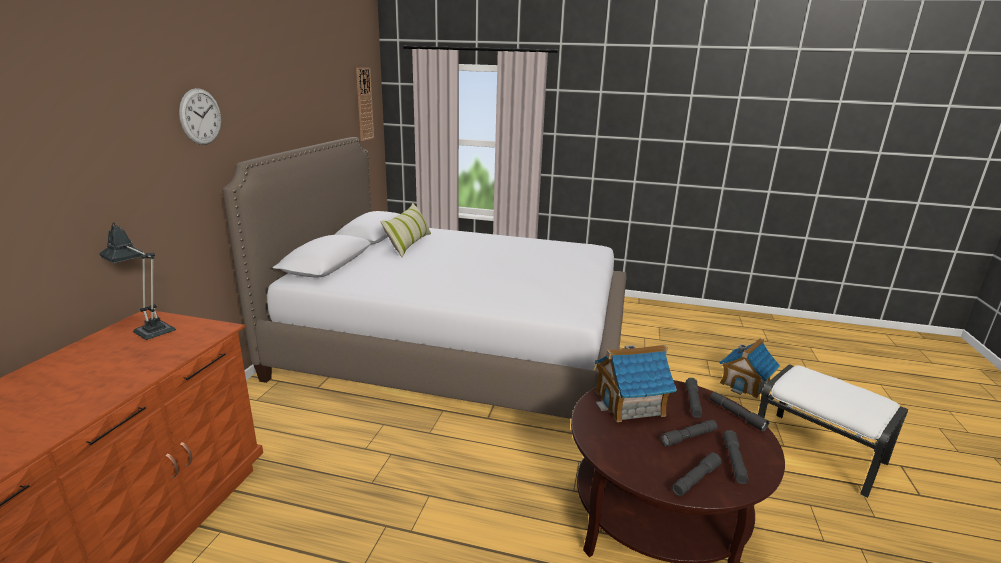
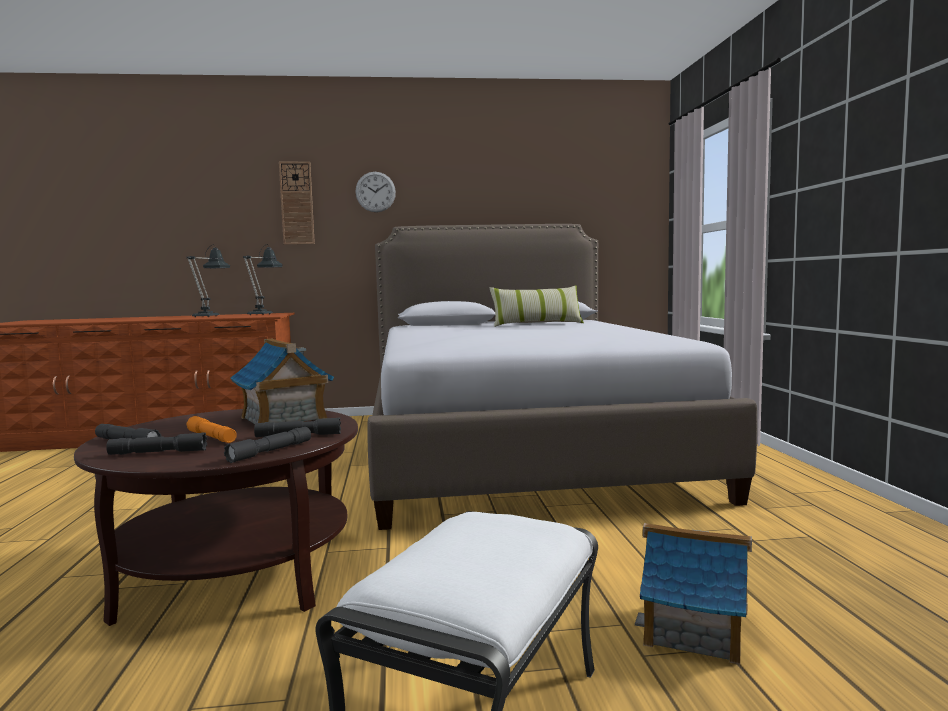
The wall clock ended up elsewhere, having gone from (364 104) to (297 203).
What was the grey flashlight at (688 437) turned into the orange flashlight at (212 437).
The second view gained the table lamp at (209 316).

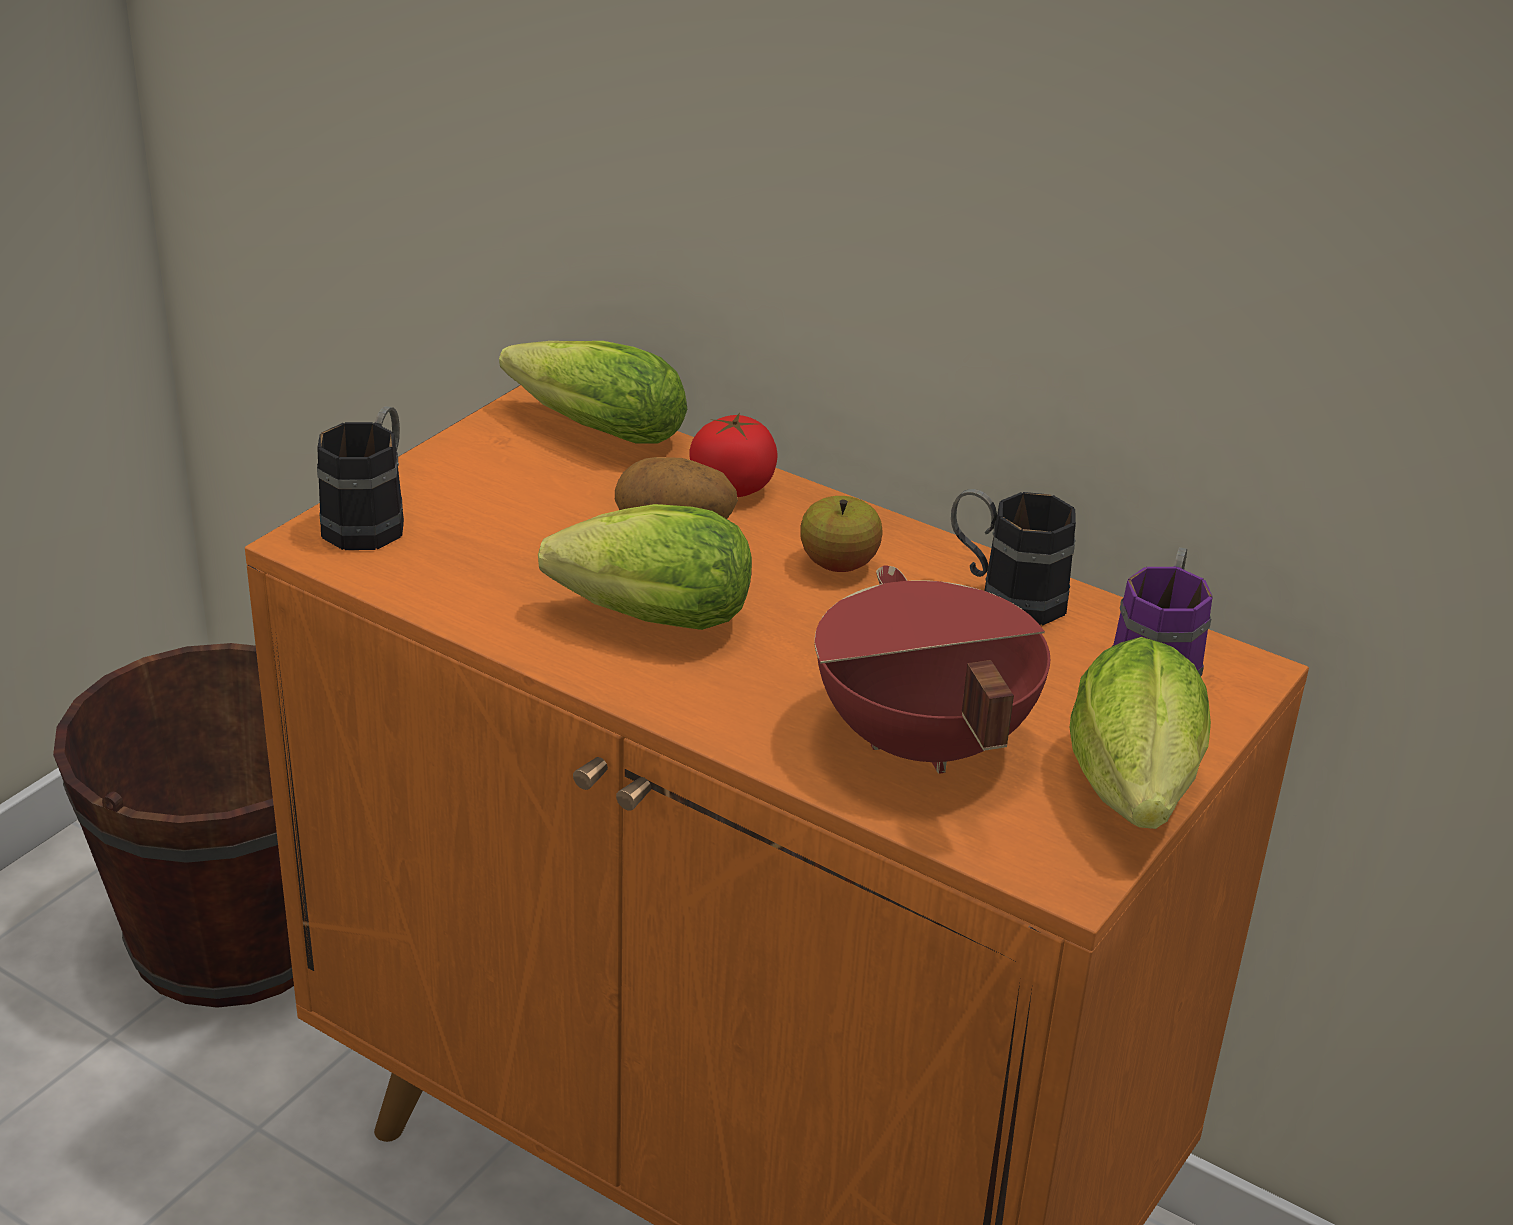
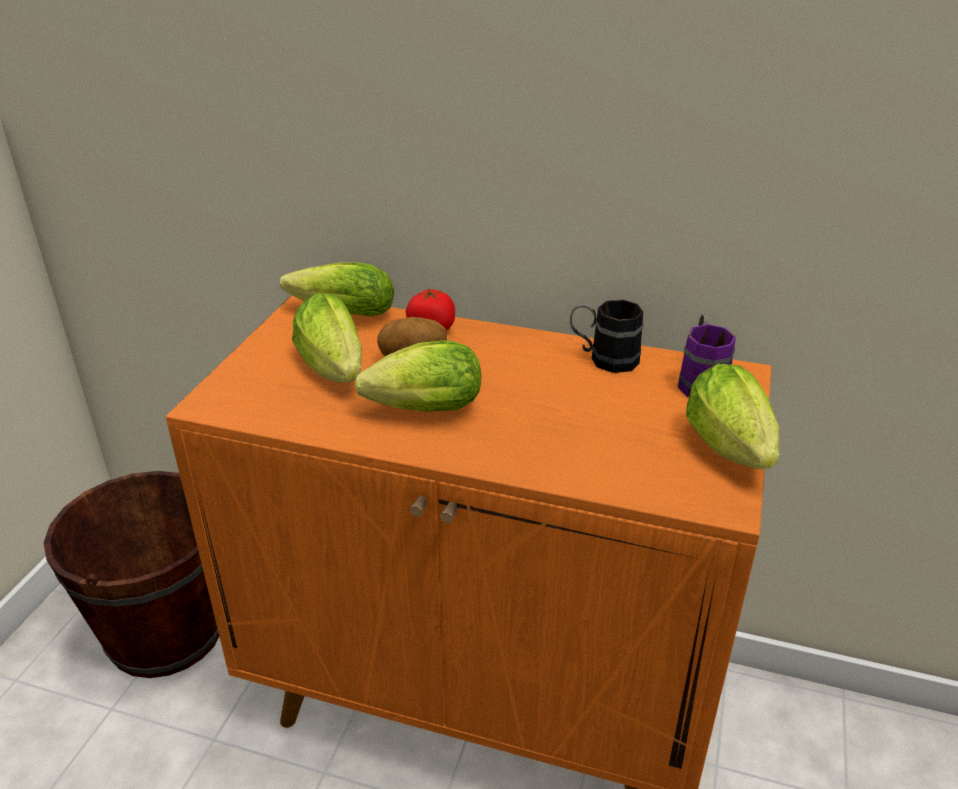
The second view lost the black mug at (372 518).
The second view lost the apple at (838 564).
The second view lost the red cooking pot at (919 742).
The second view gained the lettuce at (334 369).

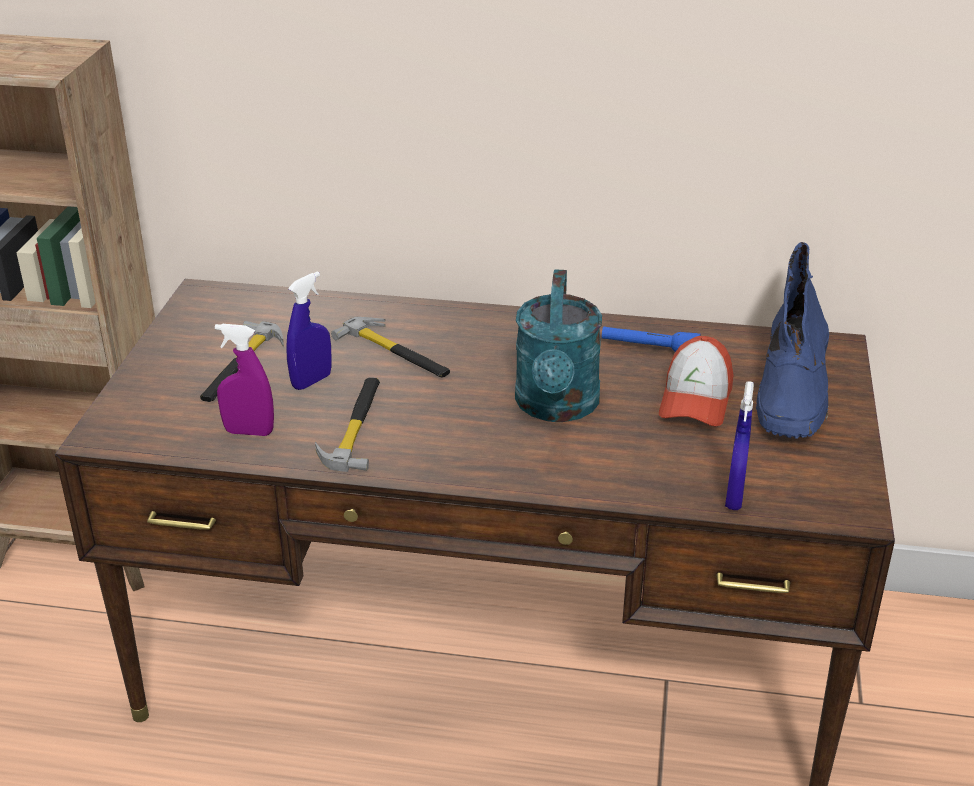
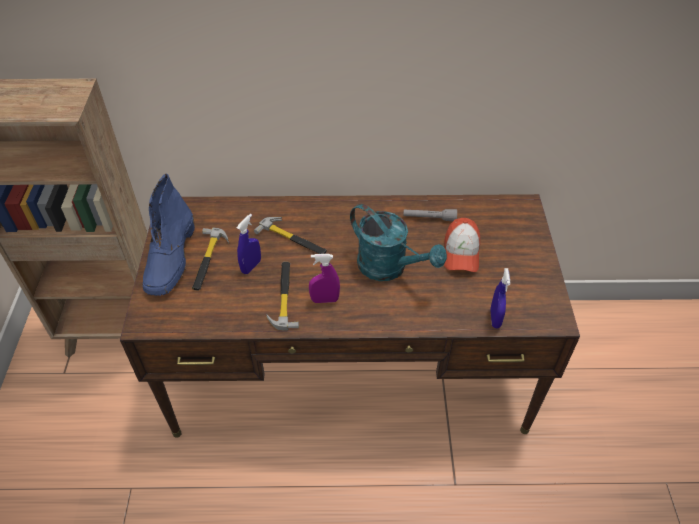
The purple spray bottle ended up elsewhere, having gone from (249 432) to (324 300).
The turquoise watering can at (557 407) ended up facing another way, 45 degrees counterclockwise from before.
What was the blue flashlight at (649 348) turned into the grey flashlight at (429 218).
The blue boot ended up elsewhere, having gone from (792 392) to (171 258).

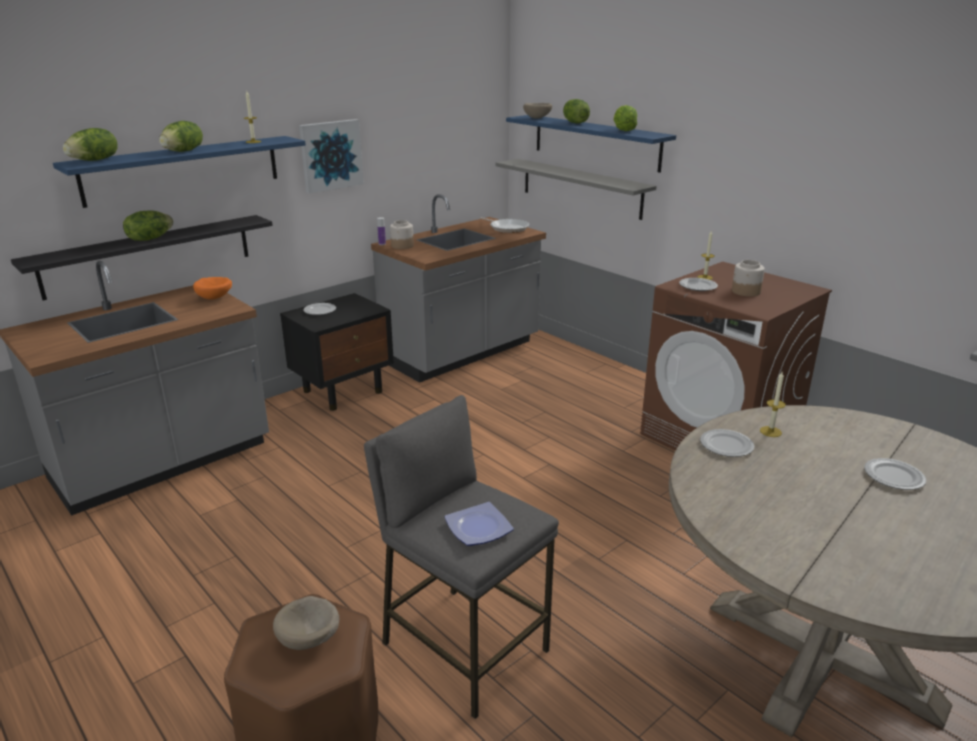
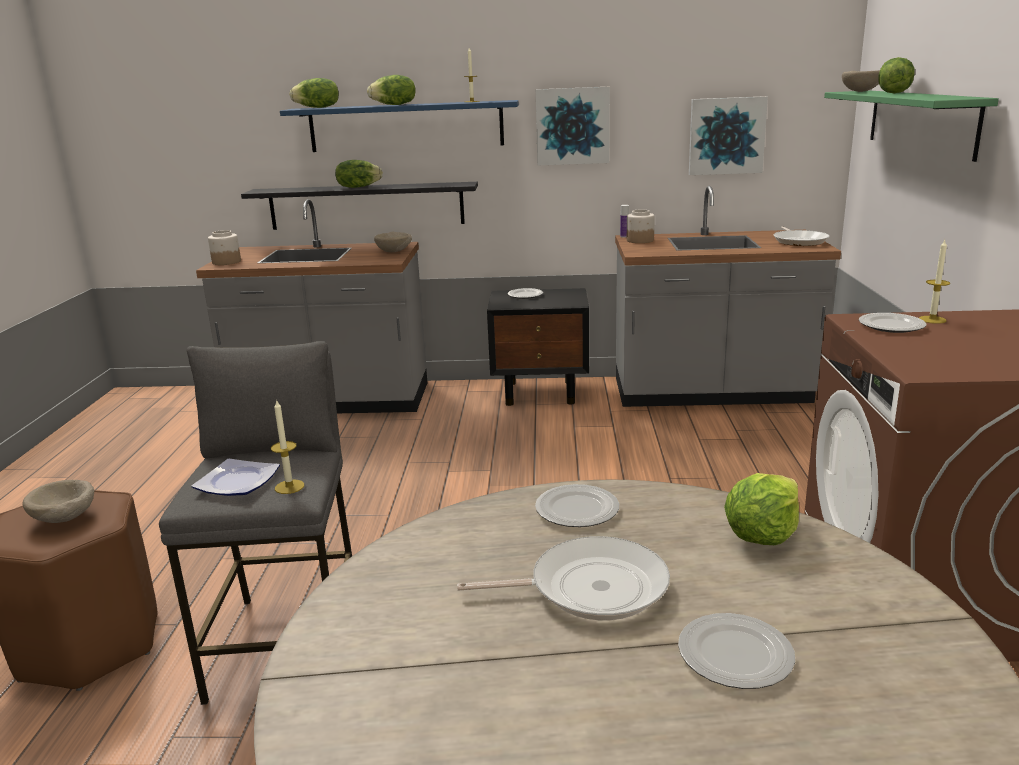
What was the orange bowl at (215 298) turned into the beige bowl at (395 252).
The second view lost the grey shelf at (581 188).
What was the blue shelf at (595 142) turned into the green shelf at (920 121).
The lettuce ended up elsewhere, having gone from (623 131) to (762 535).
The jar ended up elsewhere, having gone from (745 292) to (226 262).
The candle ended up elsewhere, having gone from (770 431) to (289 487).
The second view gained the frying pan at (590 588).
The second view gained the picture at (726 136).

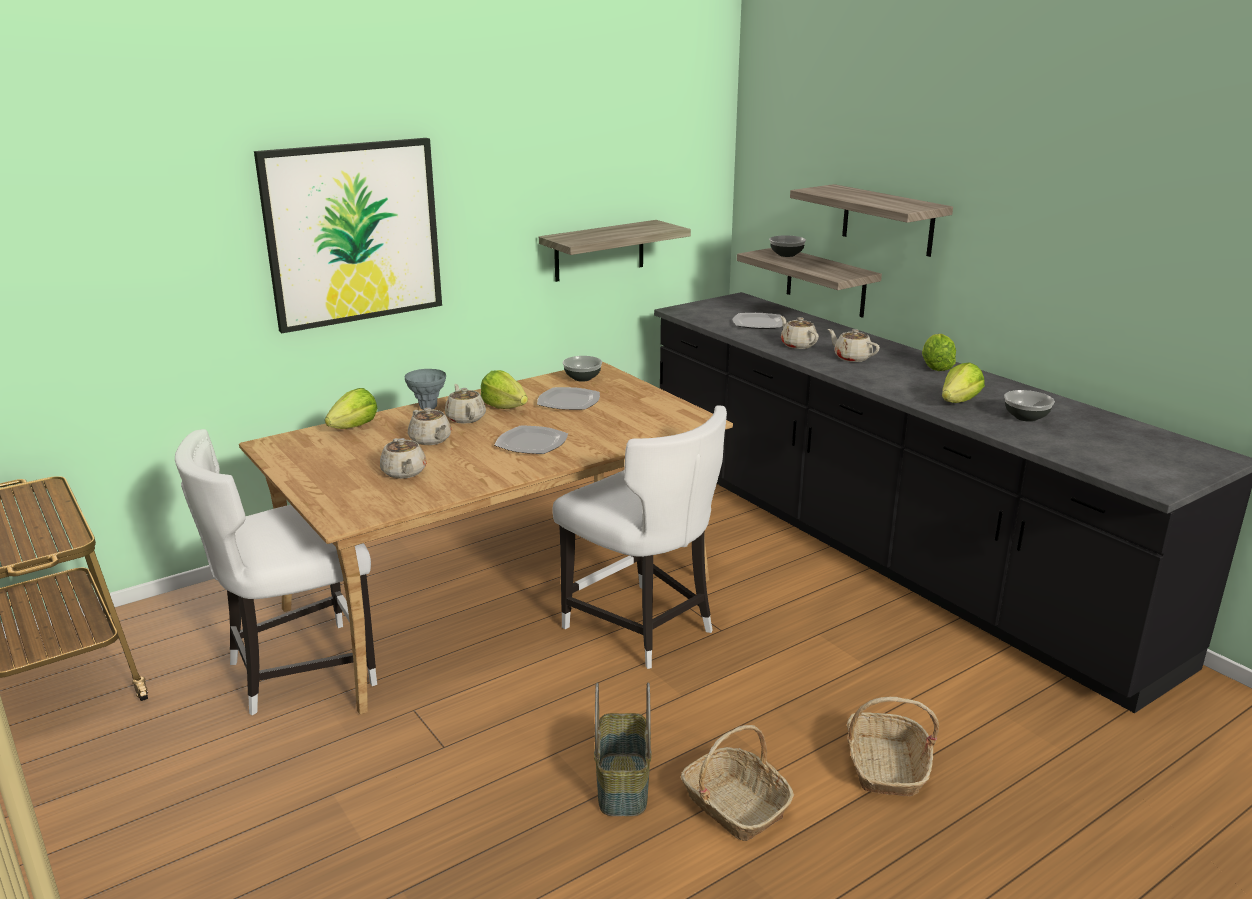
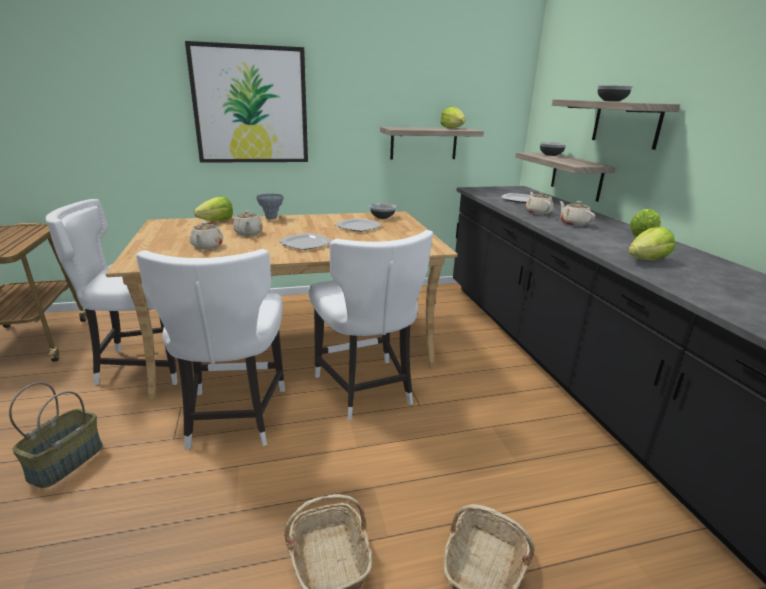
The second view lost the beige teapot at (465 418).
The lettuce ended up elsewhere, having gone from (504 407) to (452 128).
The basket ended up elsewhere, having gone from (621 784) to (66 461).
The bowl ended up elsewhere, having gone from (1025 417) to (611 101).
The second view gained the white chair at (233 418).

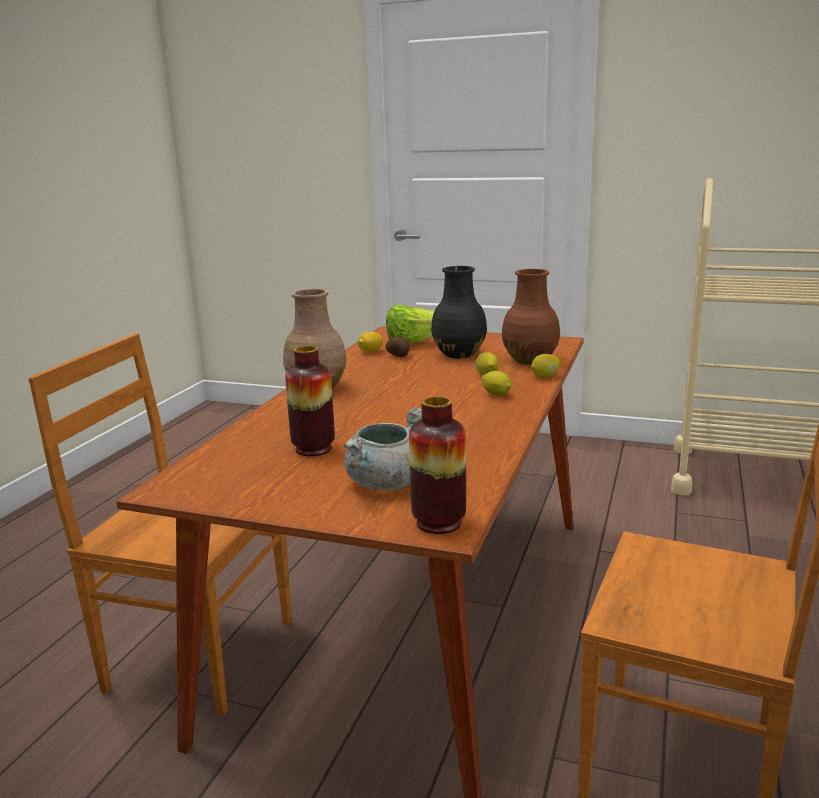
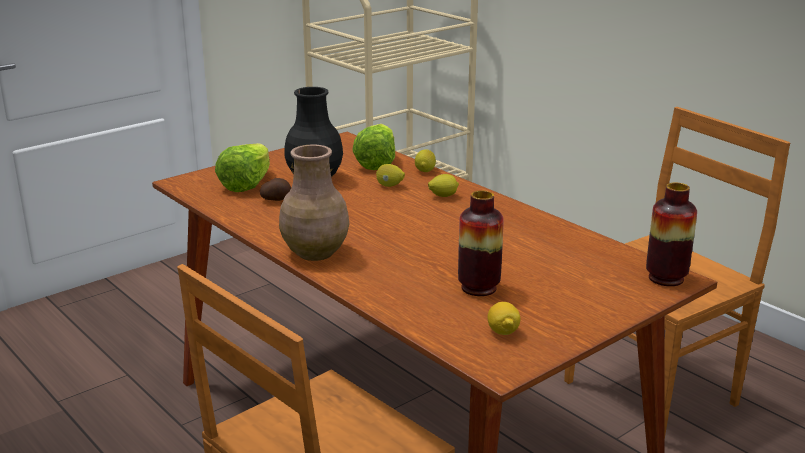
The second view lost the grey cooking pot at (384 482).
The lemon ended up elsewhere, having gone from (370 352) to (503 331).
Where the brown vase stood at (529 360), the lettuce came to stand at (376 163).

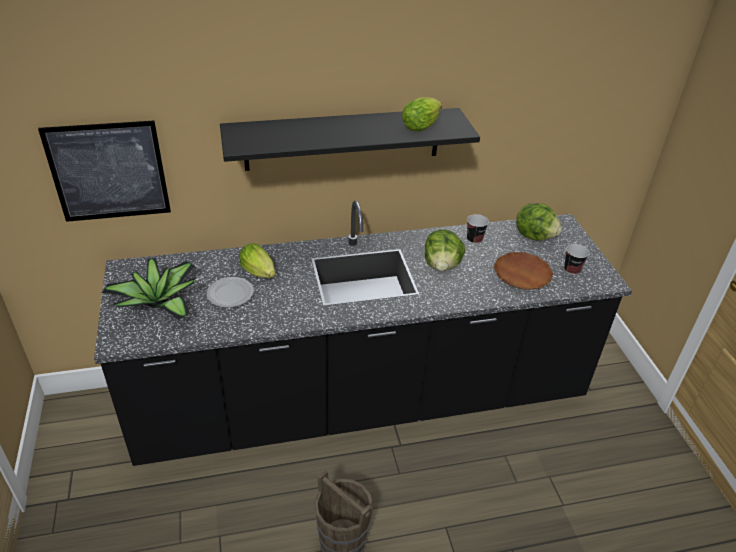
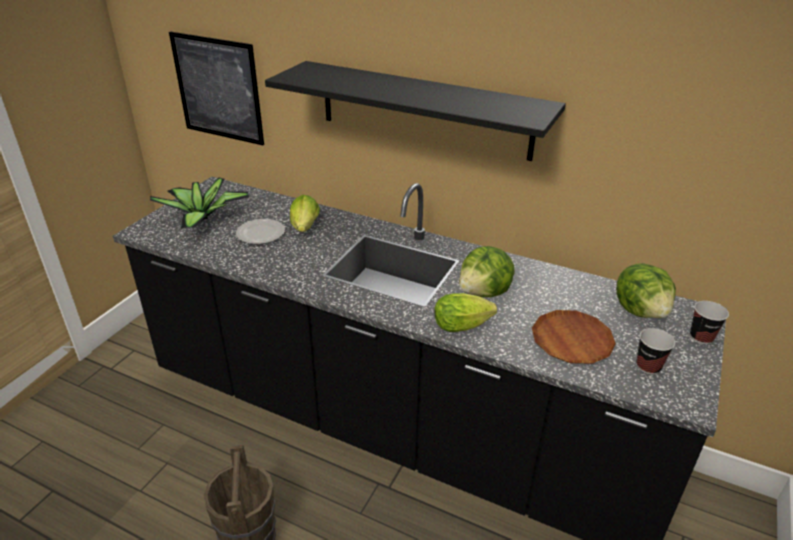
The lettuce ended up elsewhere, having gone from (422 126) to (464 326).
The cup ended up elsewhere, having gone from (474 239) to (701 337).

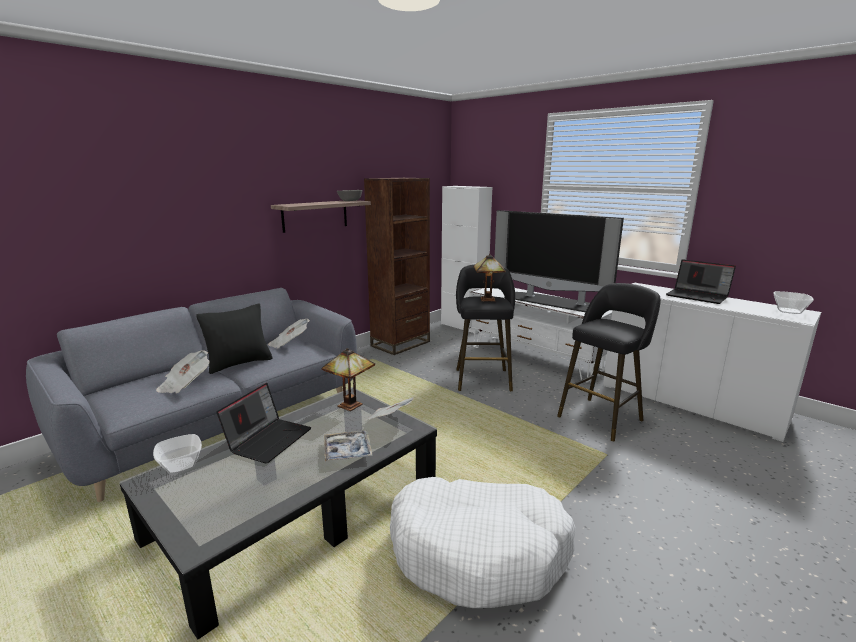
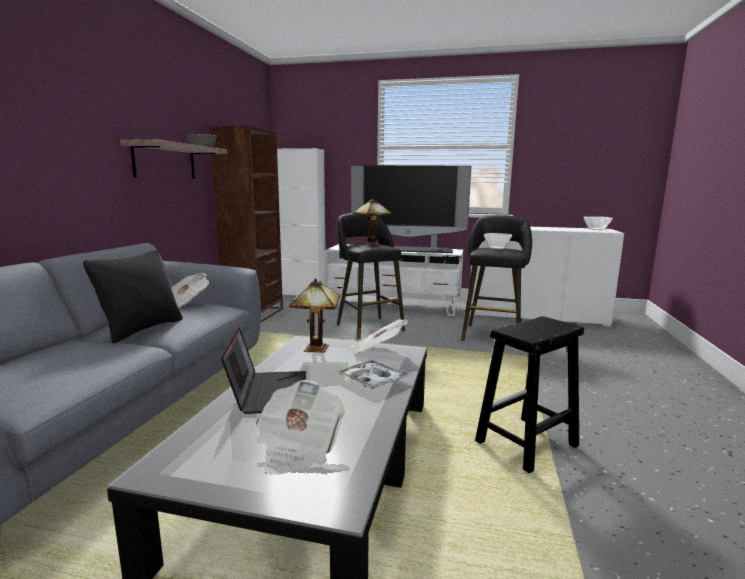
The bowl ended up elsewhere, having gone from (180 466) to (497 248).
The newspaper ended up elsewhere, having gone from (185 385) to (298 448).
Where the white dog bed stood at (479 551), the black stool came to stand at (526 444).
The second view lost the laptop at (698 296).

